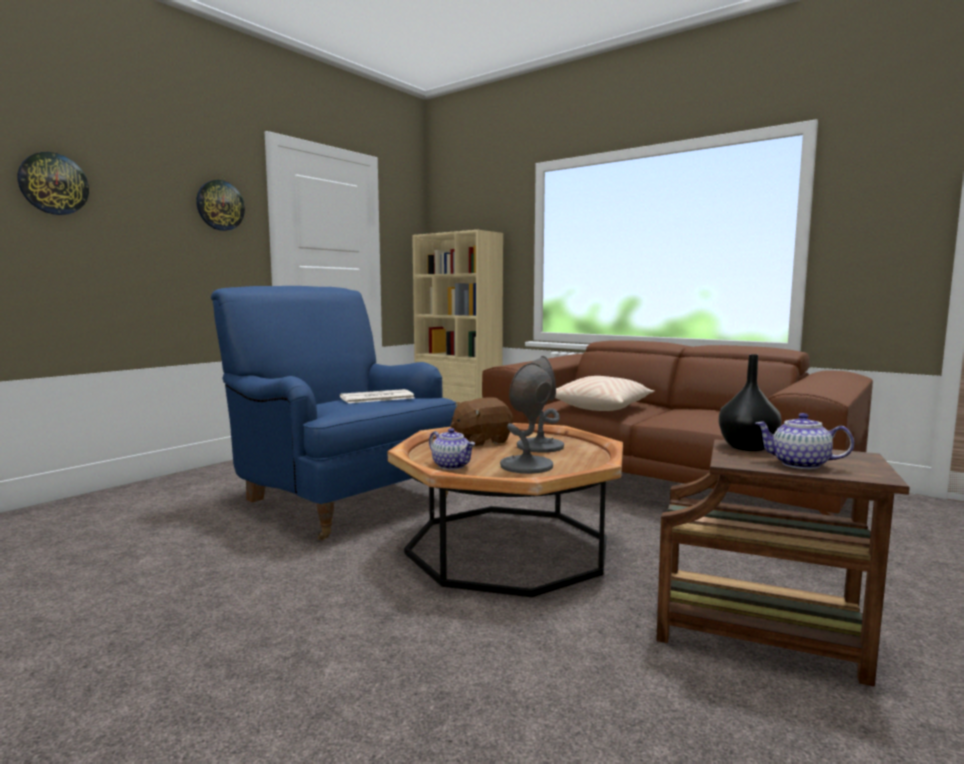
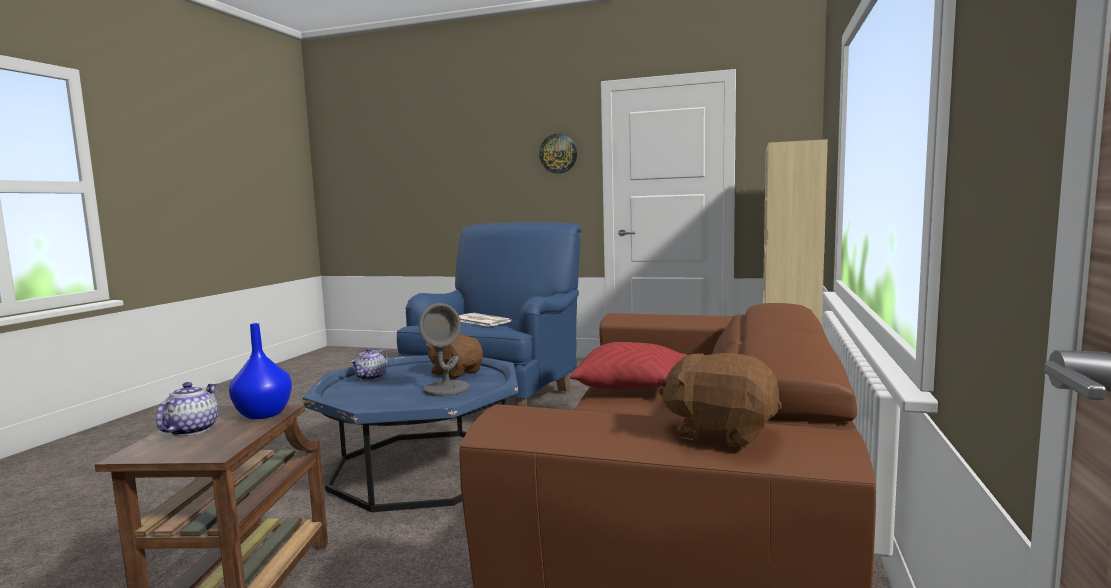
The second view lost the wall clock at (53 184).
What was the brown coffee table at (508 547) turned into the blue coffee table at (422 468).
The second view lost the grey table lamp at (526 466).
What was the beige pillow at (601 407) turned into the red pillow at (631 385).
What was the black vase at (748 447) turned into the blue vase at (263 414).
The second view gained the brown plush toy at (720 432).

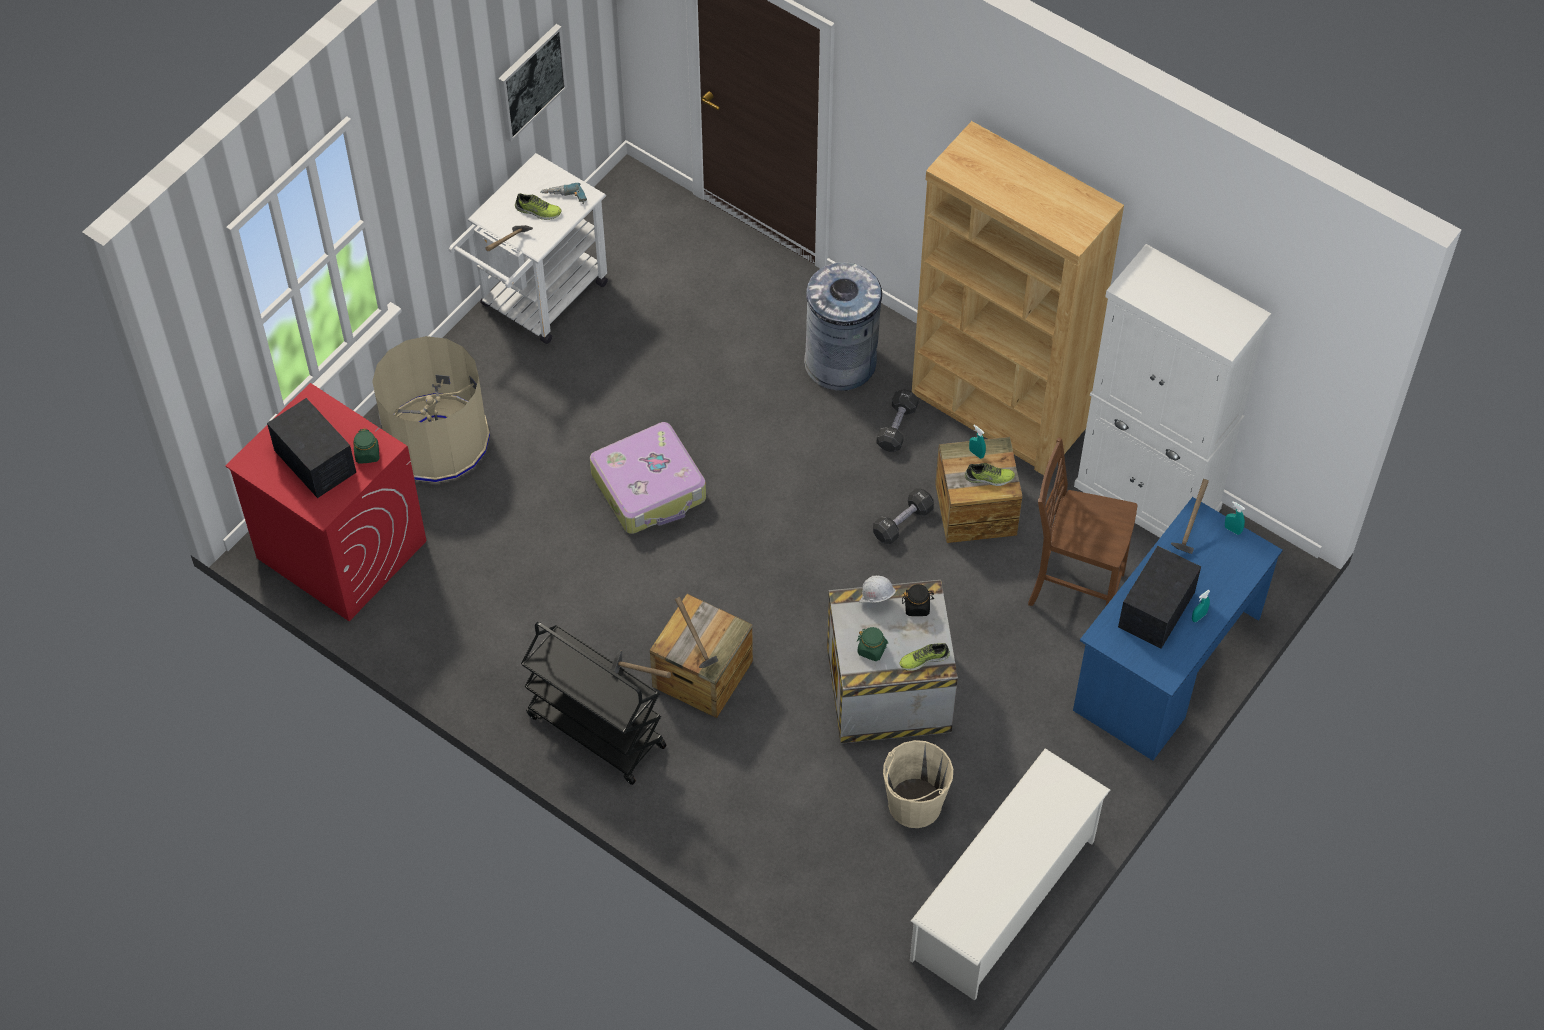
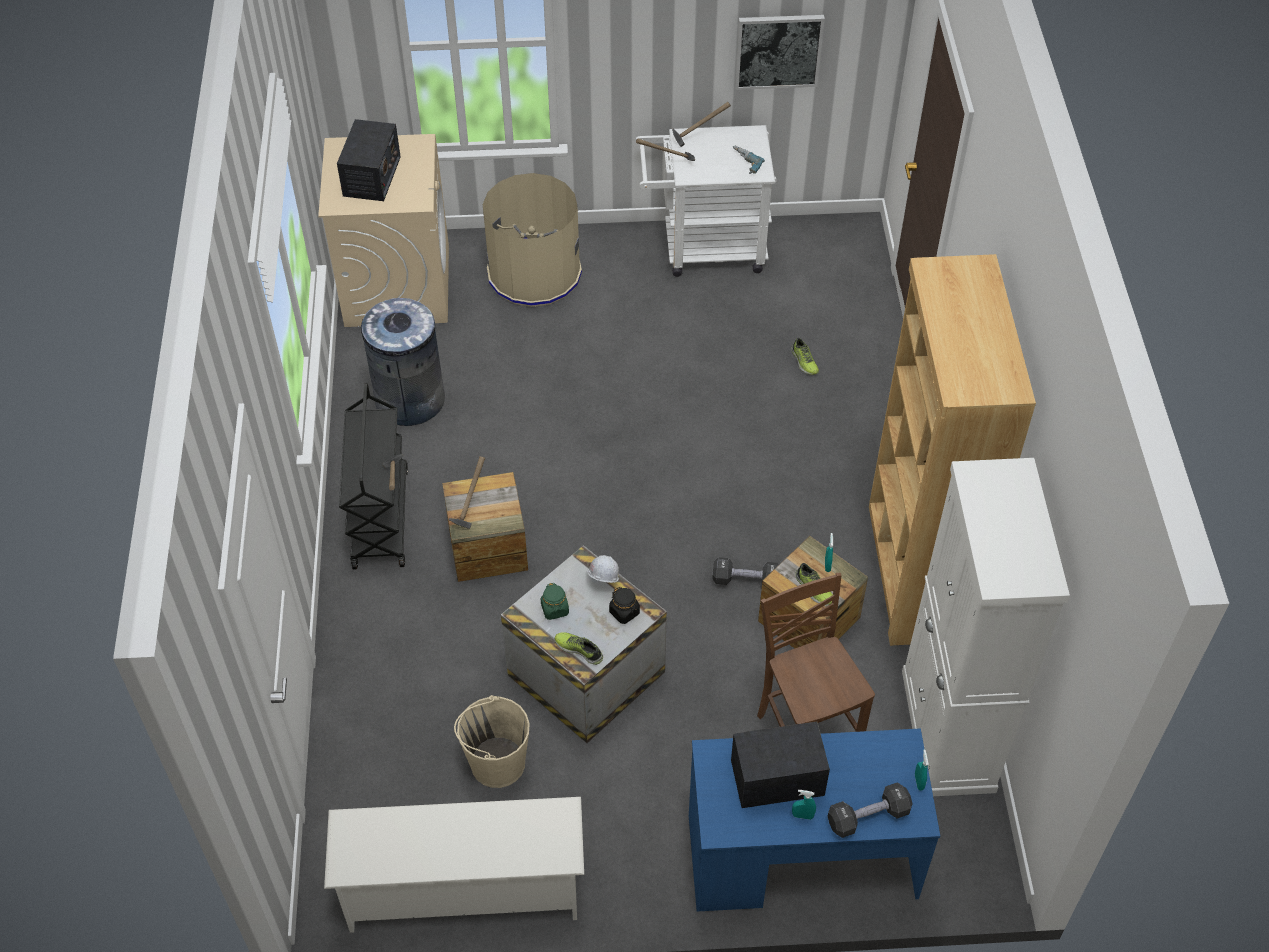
What was the red washing machine at (340 549) turned into the beige washing machine at (397 285).
The second view lost the green jar at (367 454).
The shoe ended up elsewhere, having gone from (538 211) to (804 361).
The second view lost the suitcase at (650 488).
The grey trash can ended up elsewhere, having gone from (840 362) to (410 400).
The black dumbbell ended up elsewhere, having gone from (897 427) to (868 816).
The hammer ended up elsewhere, having gone from (1188 530) to (698 137).

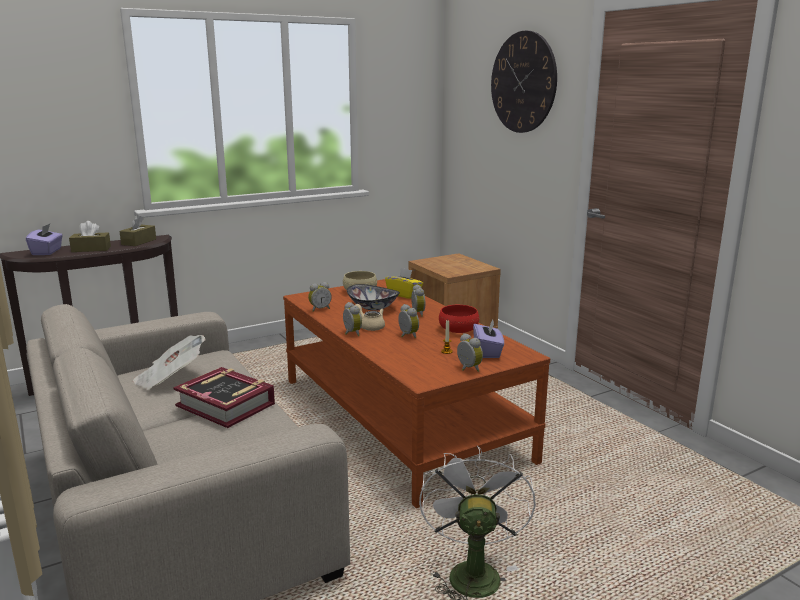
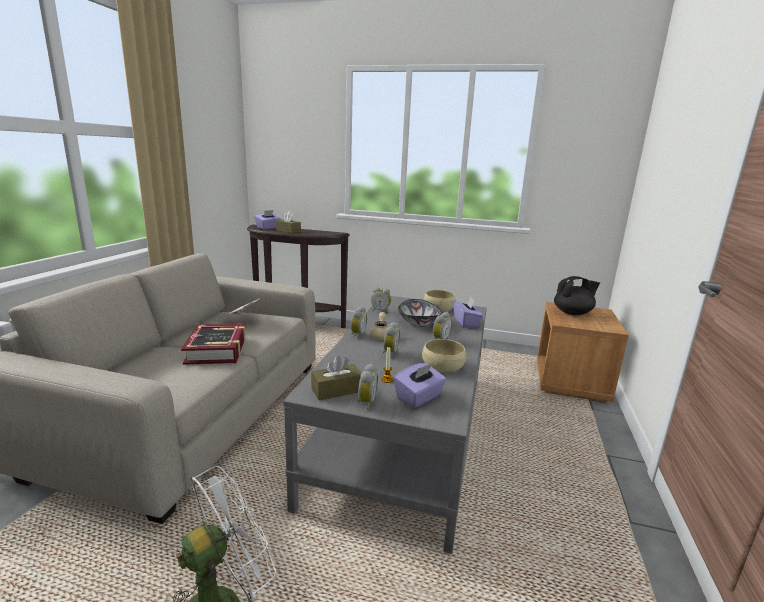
The brown tissue box ended up elsewhere, having gone from (139 242) to (336 390).
What was the brown coffee table at (399 418) turned into the grey coffee table at (405 431).
What was the yellow tissue box at (404 294) turned into the purple tissue box at (466 322).
What was the red bowl at (458 329) turned into the beige bowl at (443 366).
The second view lost the wall clock at (523 82).
The second view gained the black teapot at (573 313).

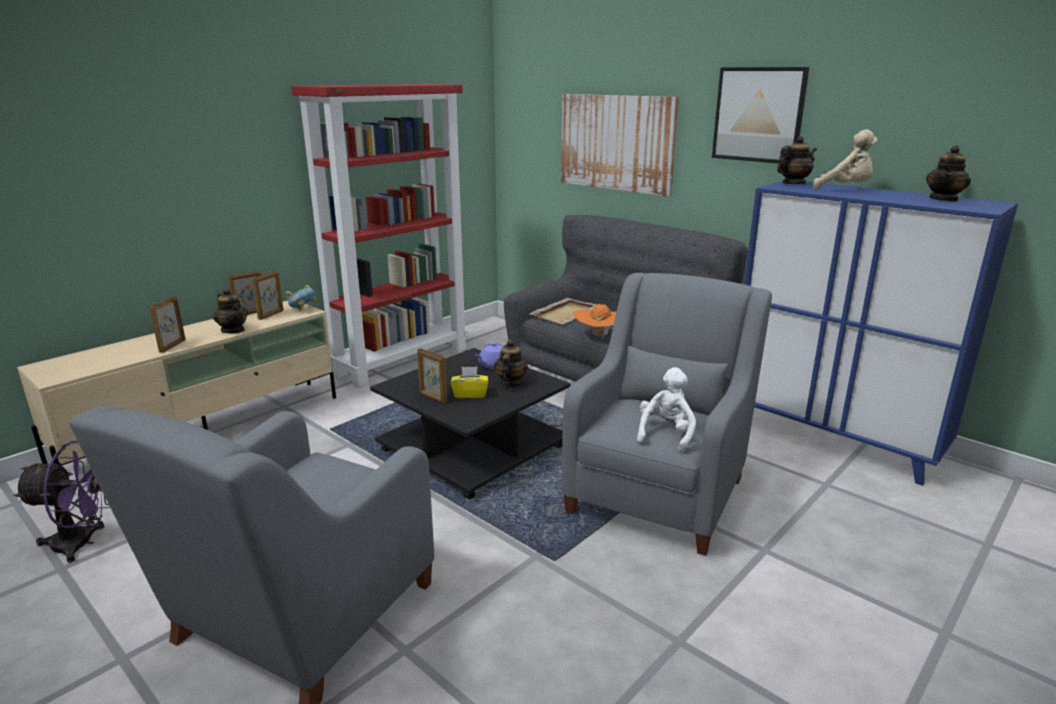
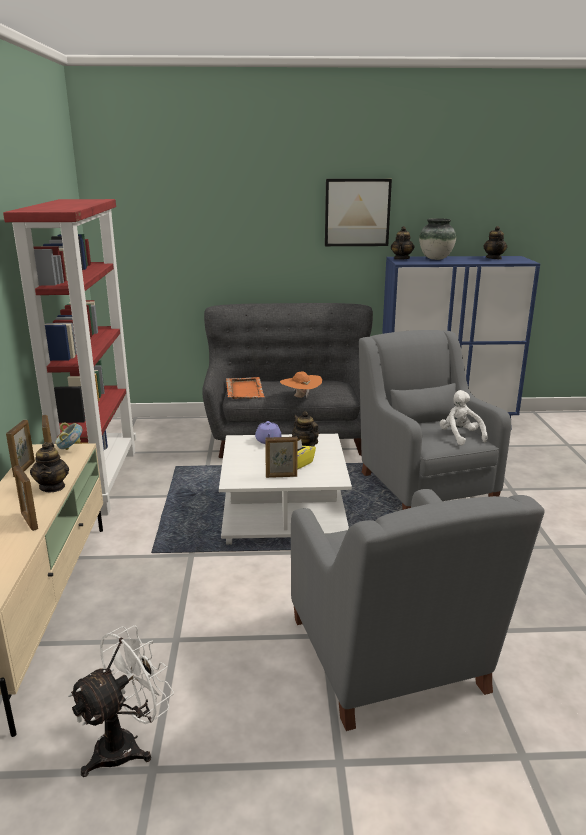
What was the purple fan at (82 543) turned into the white fan at (126 744).
The teapot at (233 330) ended up facing another way, 75 degrees clockwise from before.
What was the black coffee table at (475 449) turned into the white coffee table at (285 513).
What was the beige tray at (565 313) turned into the orange tray at (244 389).
The second view lost the picture at (616 143).
Where the beige plush toy stood at (845 189), the vase came to stand at (436 258).

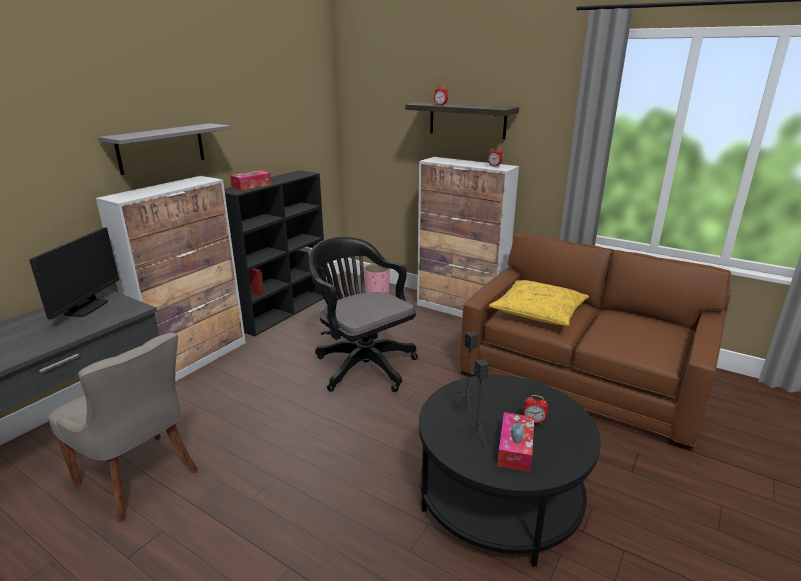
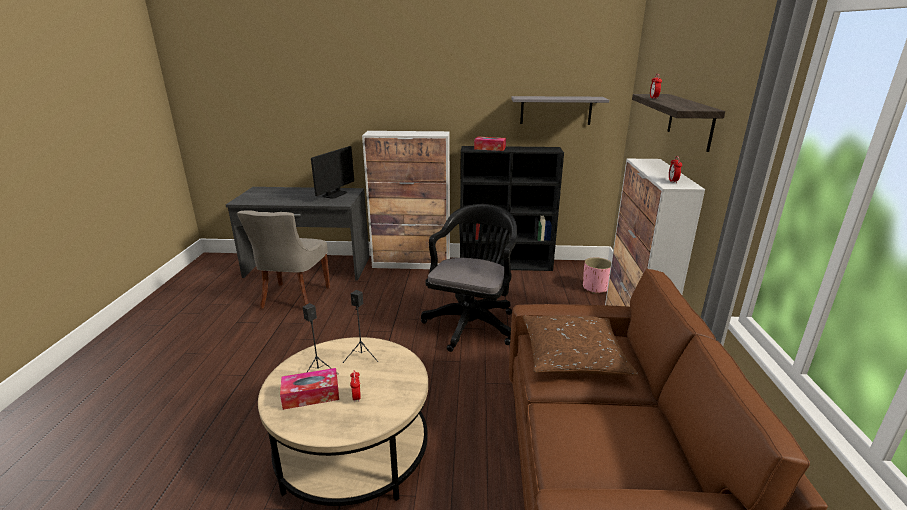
The monitor at (86 307) ended up facing another way, 45 degrees counterclockwise from before.
The grey shelf ended up elsewhere, having gone from (161 148) to (556 110).
What was the black coffee table at (499 497) turned into the beige coffee table at (353 451).
What was the yellow pillow at (538 312) turned into the brown pillow at (573 355).

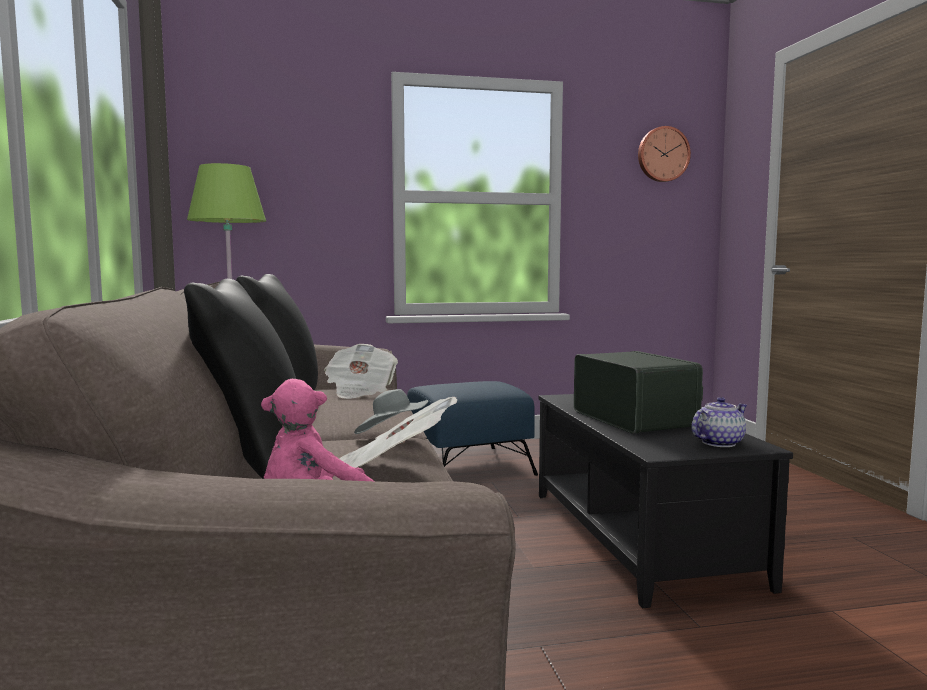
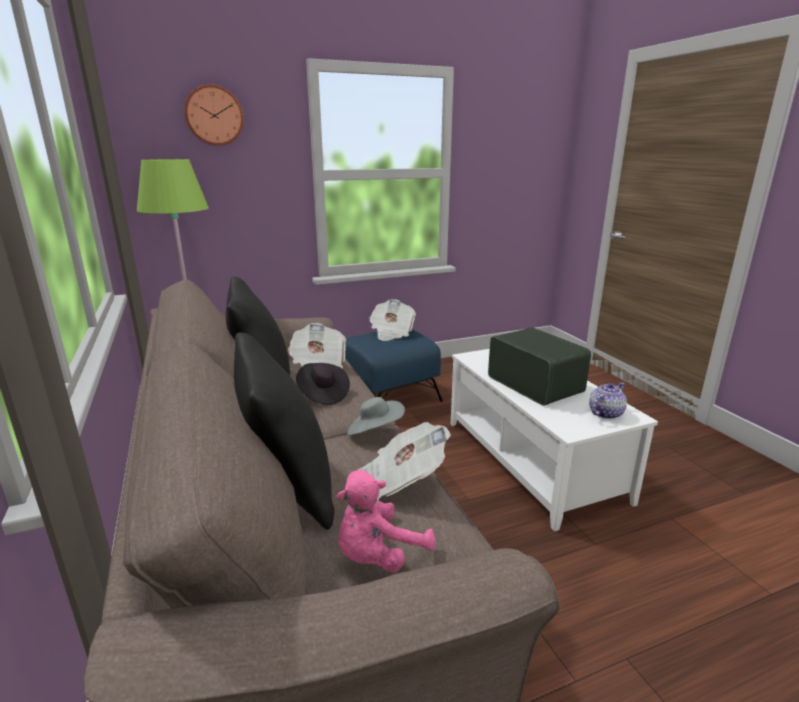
What was the black coffee table at (636 536) turned into the white coffee table at (530 460).
The wall clock ended up elsewhere, having gone from (662 154) to (214 116).
The second view gained the black hat at (323 394).
The second view gained the newspaper at (391 332).

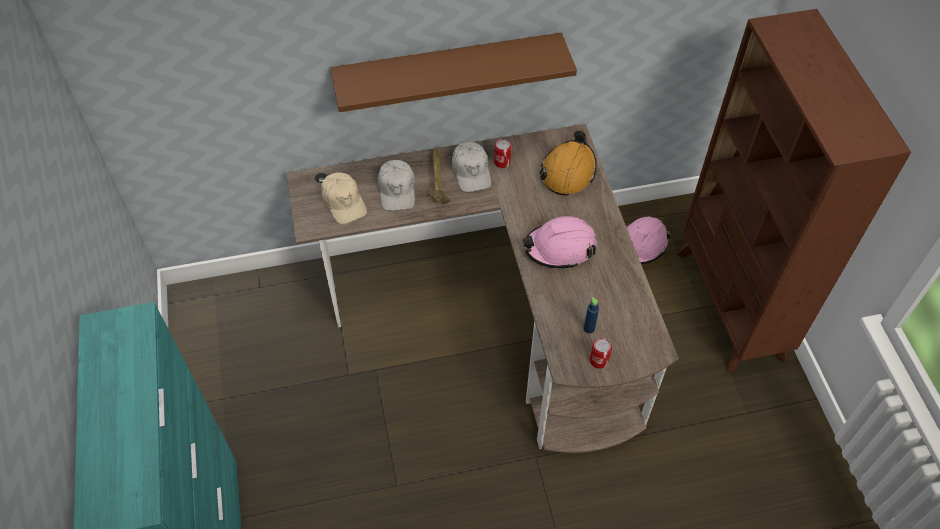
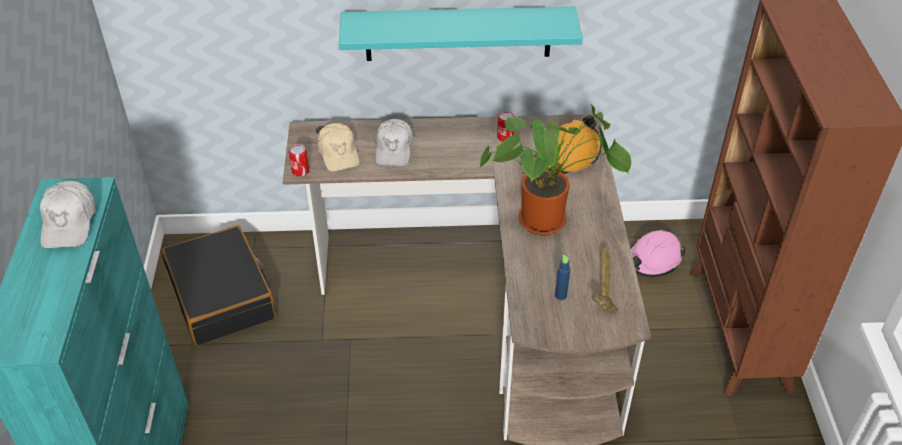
What was the brown shelf at (448 71) turned into the turquoise shelf at (458 33).
The hammer ended up elsewhere, having gone from (438 181) to (604 286).
The white cap ended up elsewhere, having gone from (471 171) to (69 222).
Where the pink hard hat stood at (560 248), the potted plant came to stand at (547 219).
The can ended up elsewhere, having gone from (598 360) to (300 171).
The second view gained the black suitcase at (222 296).

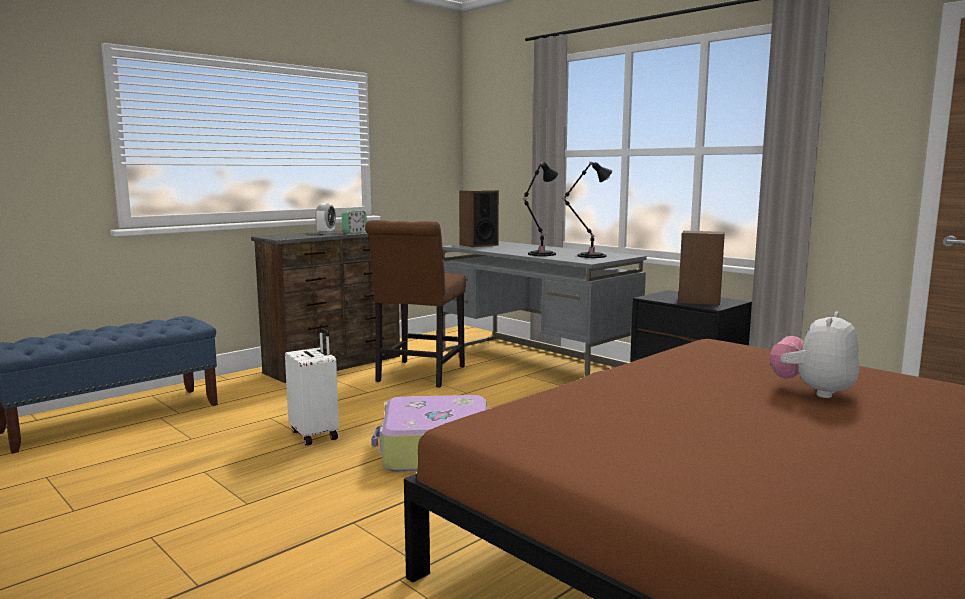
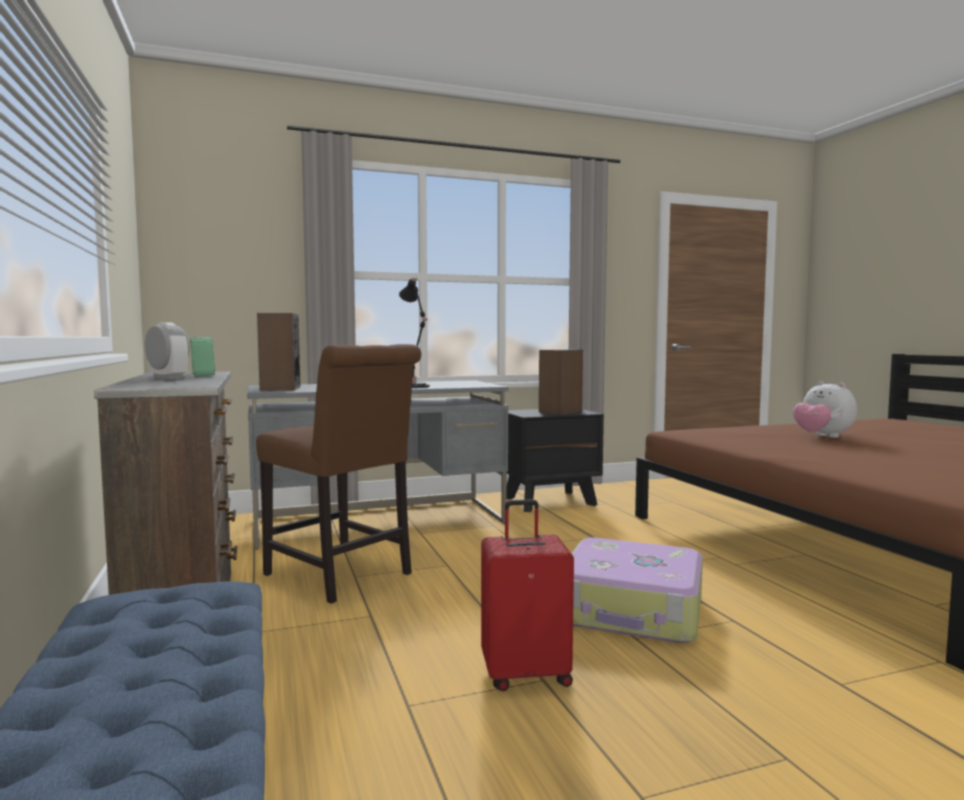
What was the white suitcase at (315 434) turned into the red suitcase at (526 674).
The second view lost the black table lamp at (589 256).

